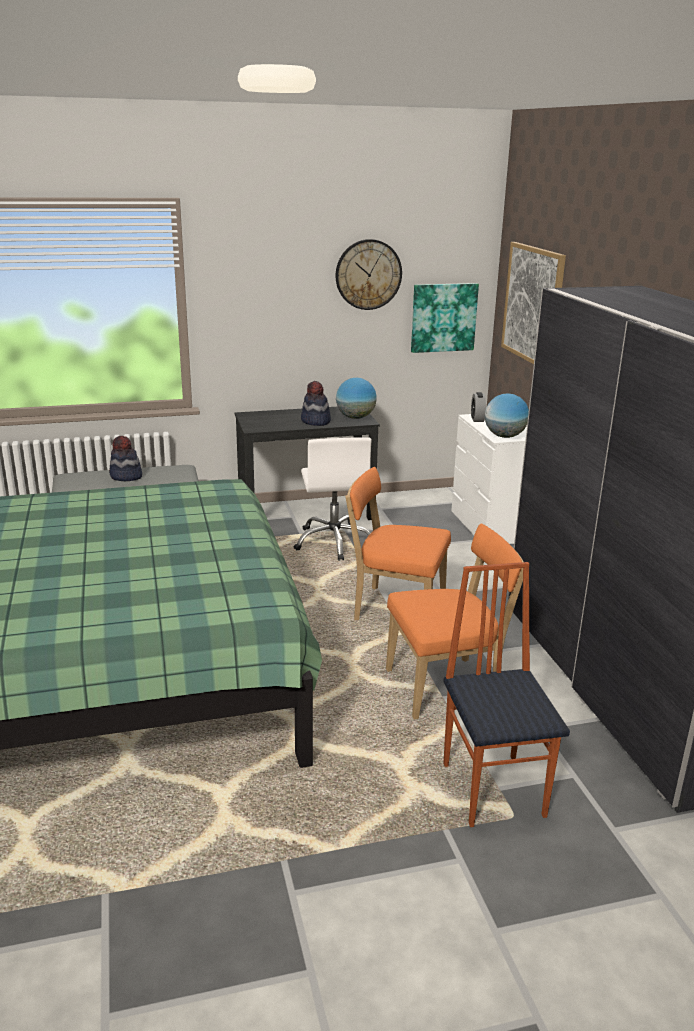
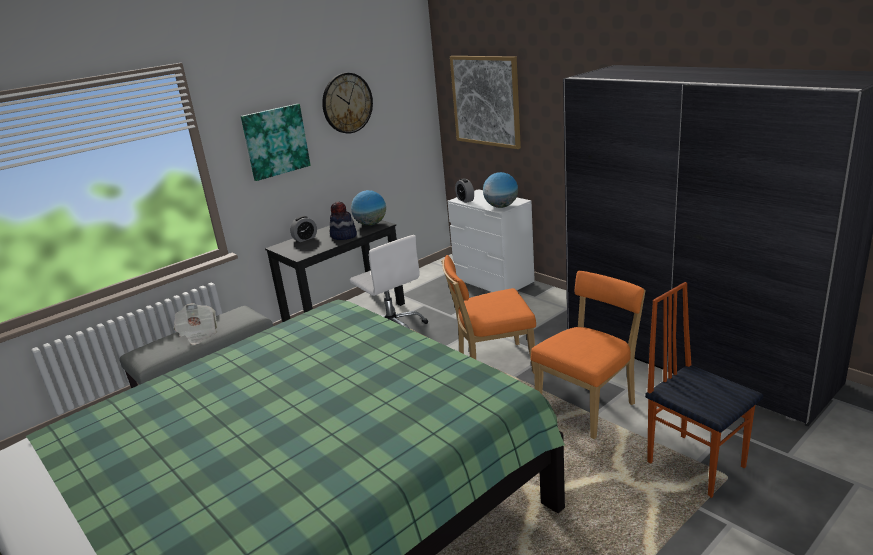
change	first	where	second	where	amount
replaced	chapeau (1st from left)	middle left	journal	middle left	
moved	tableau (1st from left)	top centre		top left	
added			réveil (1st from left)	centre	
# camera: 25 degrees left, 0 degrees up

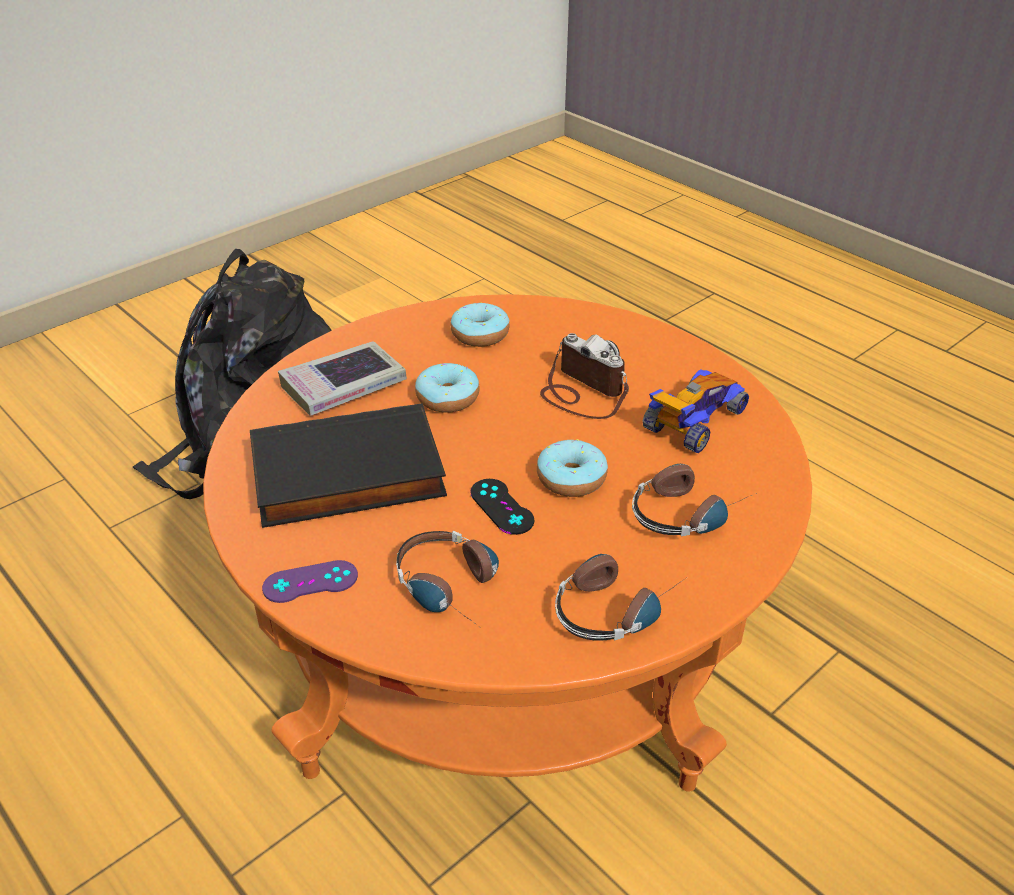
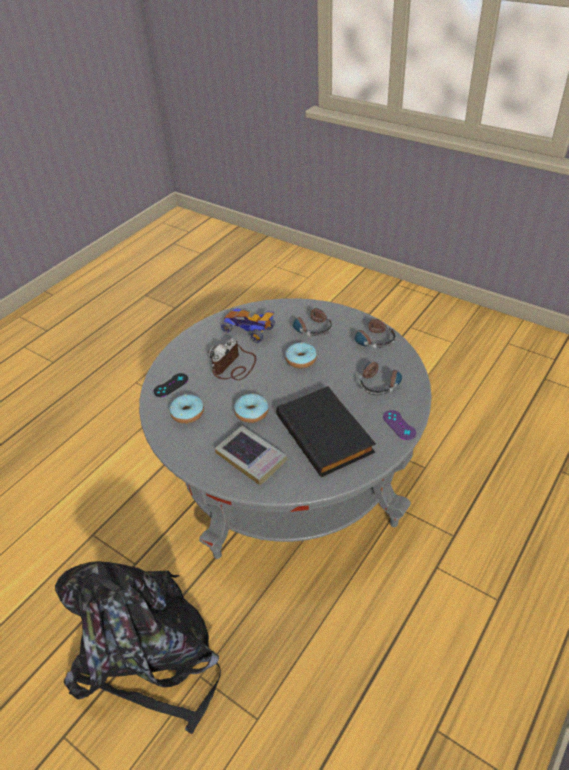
change	first	where	second	where	amount
recoloured	table basse [orange]	centre	table basse [gris]	centre	
moved	manette [noir]	centre		middle left	
# camera: 100 degrees left, 5 degrees up

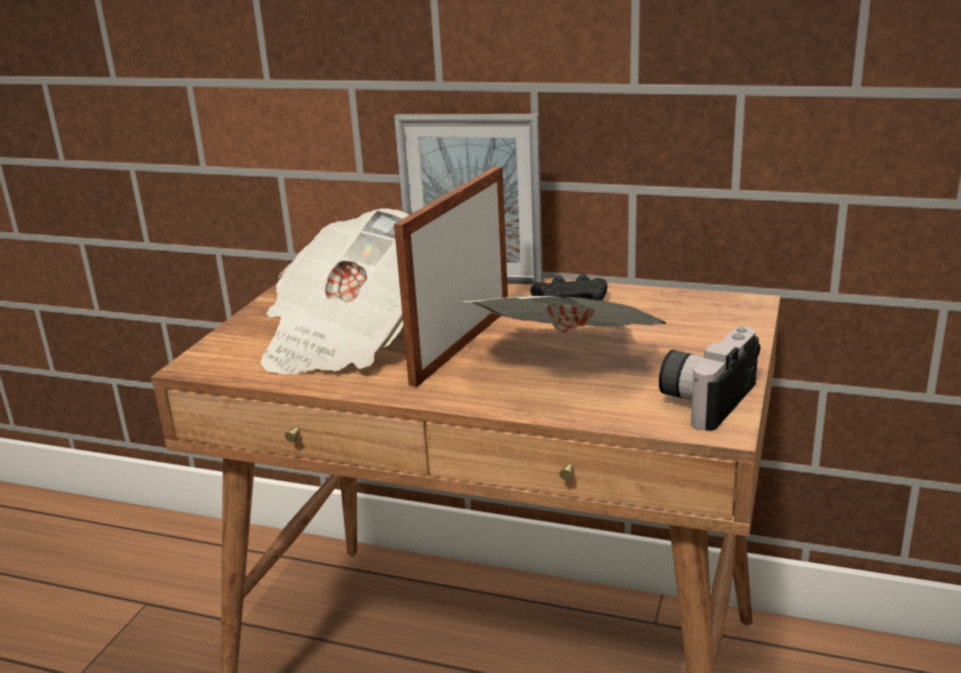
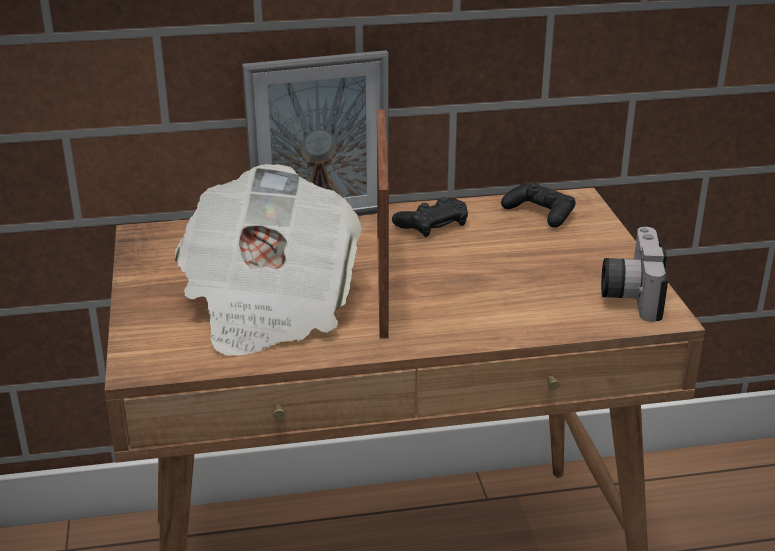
change	first	where	second	where	amount
removed	journal (2nd from left)	centre			
added			manette [noir] (2nd from left)	middle right	
# camera: 30 degrees left, 5 degrees up

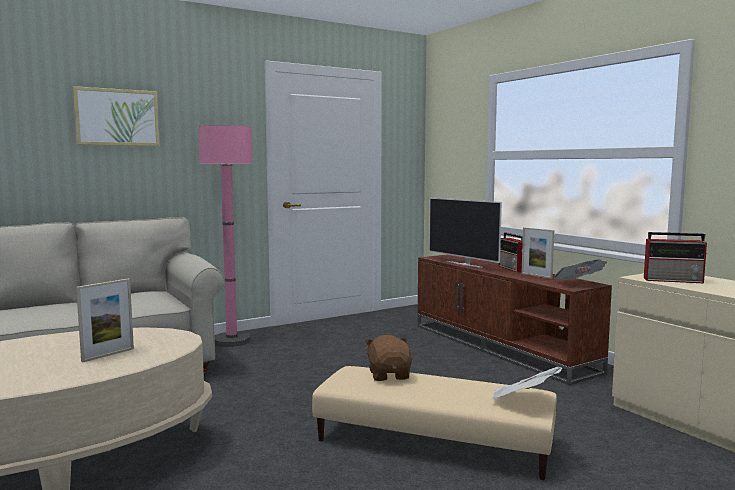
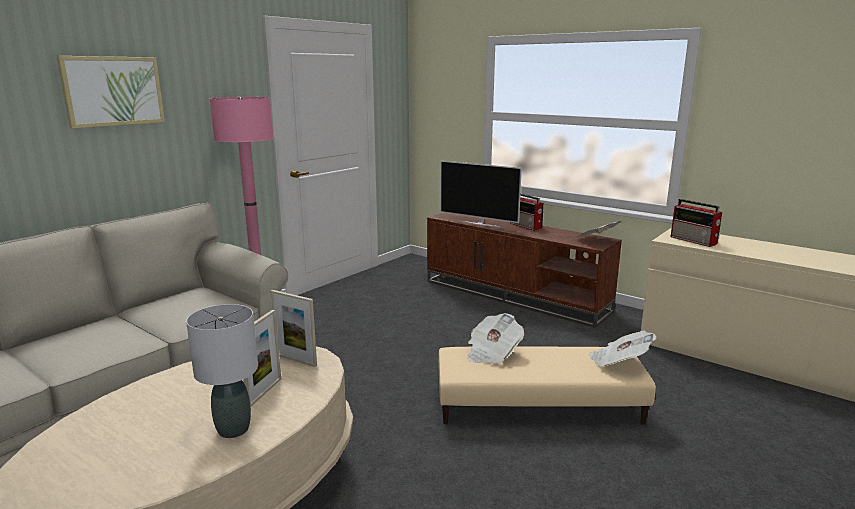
change	first	where	second	where	amount
replaced	peluche [marron]	bottom centre	journal (1st from left)	centre	
moved	cadre photo (2nd from left)	middle right		centre	
turned	radio (2nd from left)	middle right		middle right	60 degrees clockwise
added			lampe de table [gris]	bottom left	
# camera: 20 degrees left, 10 degrees up

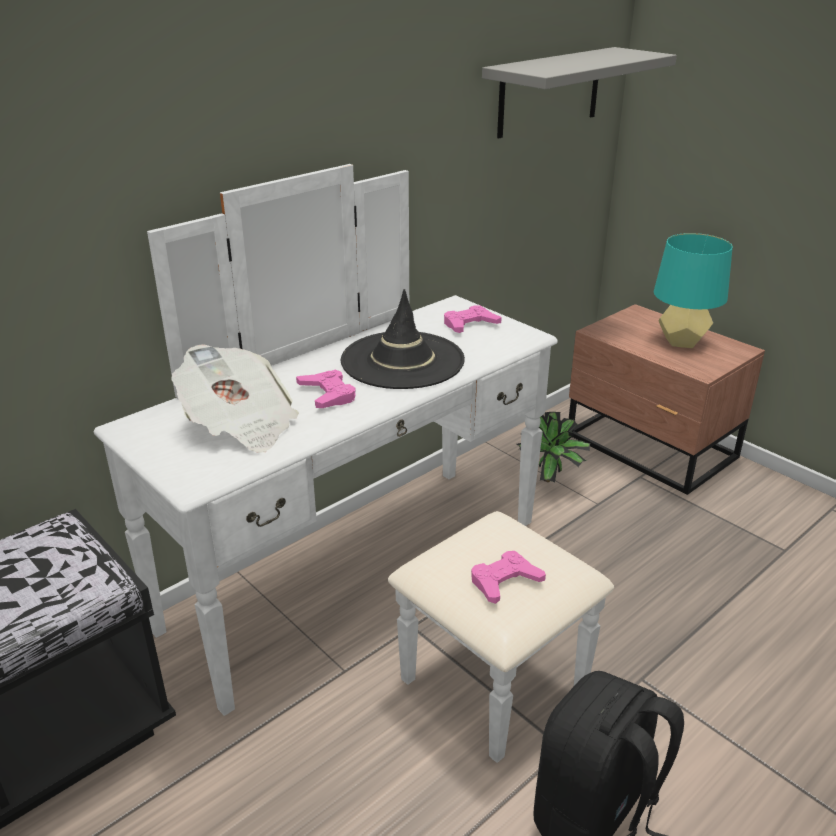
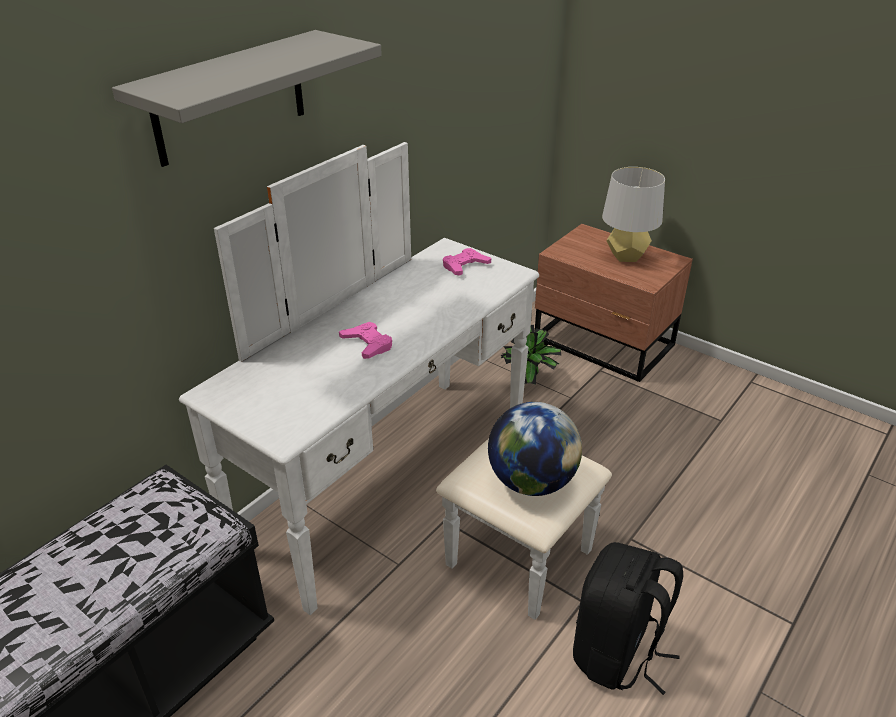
change	first	where	second	where	amount
removed	journal	middle left			
removed	chapeau [noir]	centre			
replaced	manette [rose] (3rd from left)	bottom centre	globe	centre	
moved	étagère [gris]	top right		top left	
recoloured	lampe de table [turquoise]	middle right	lampe de table [gris]	top right	
# camera: 10 degrees left, 5 degrees up

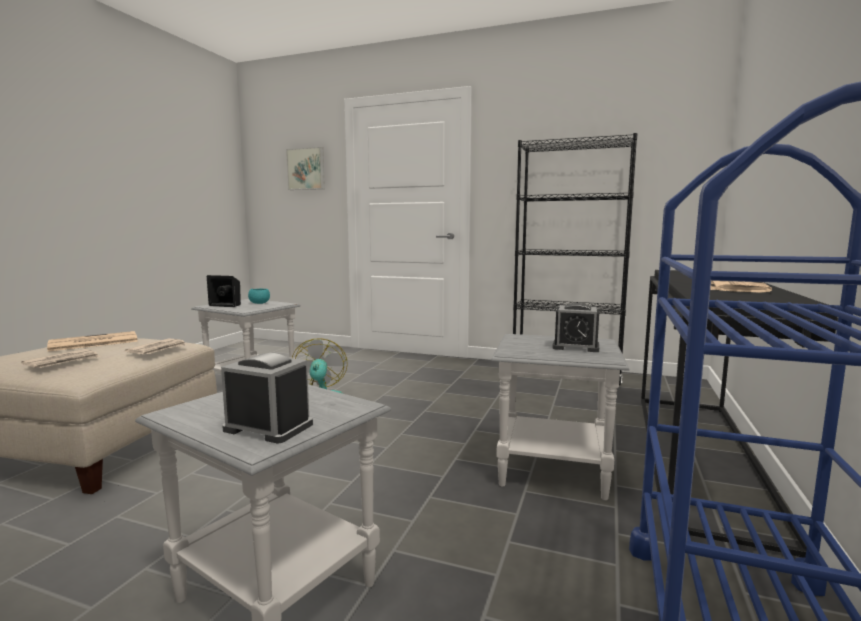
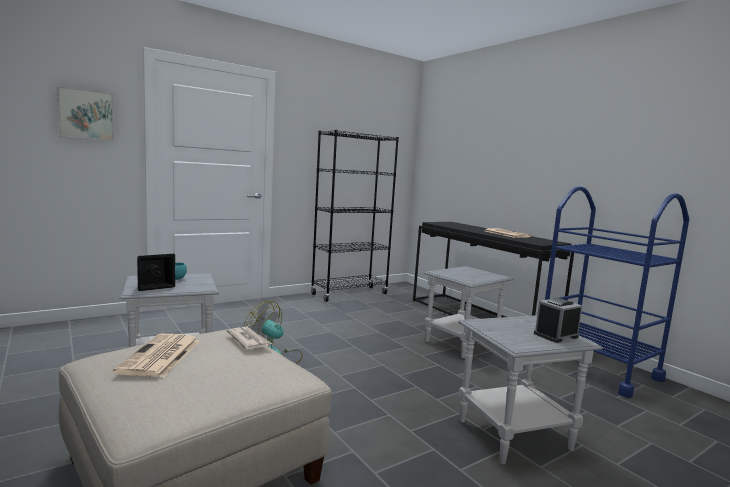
change	first	where	second	where	amount
removed	journal (1st from left)	middle left			
removed	réveil (2nd from left)	middle right			
# camera: 55 degrees left, 0 degrees up

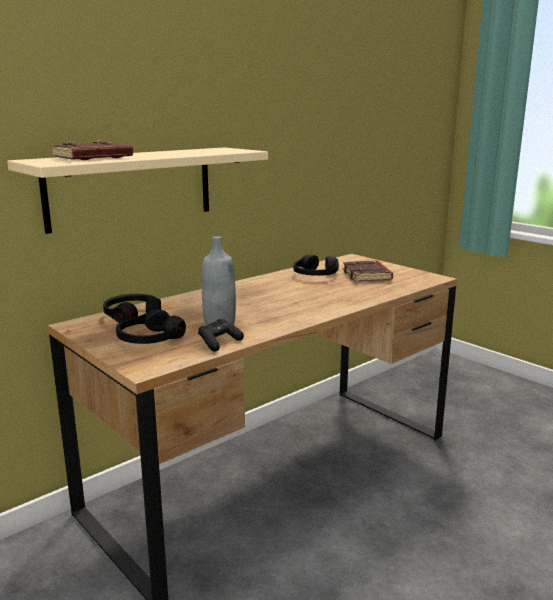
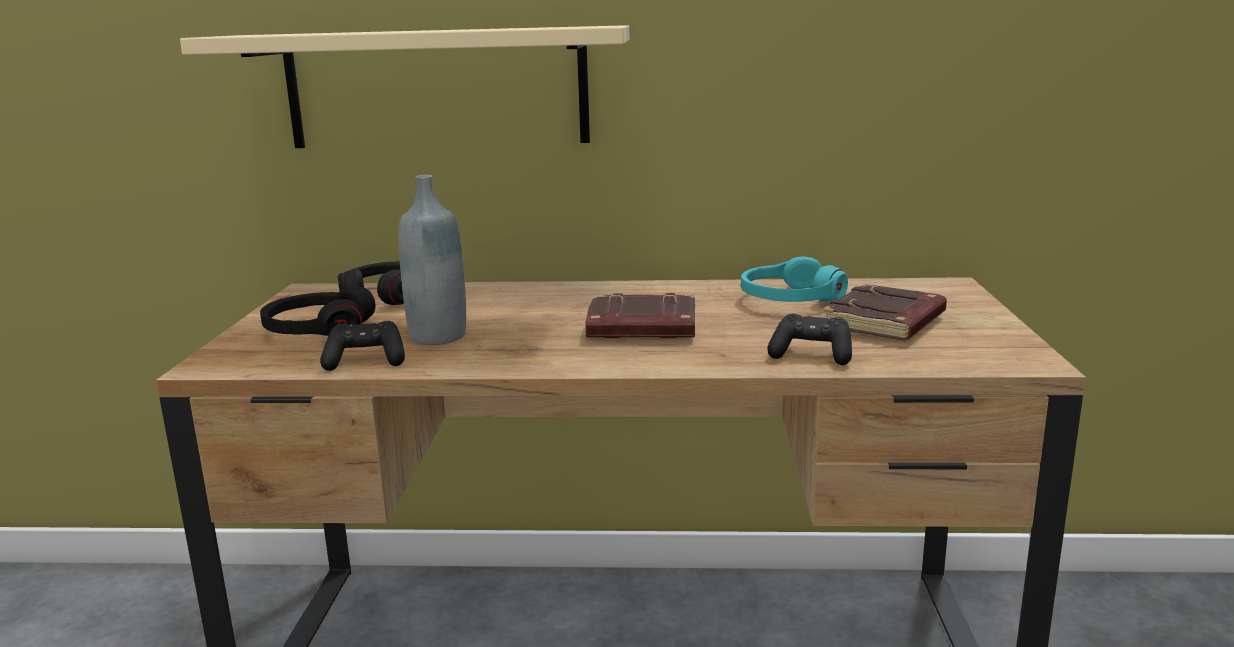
change	first	where	second	where	amount
moved	livre [marron] (1st from left)	top left		centre	
recoloured	casque audio [noir] (3rd from left)	centre	casque audio [turquoise]	centre	
added			manette [noir] (2nd from left)	centre	
# camera: 45 degrees right, 0 degrees up

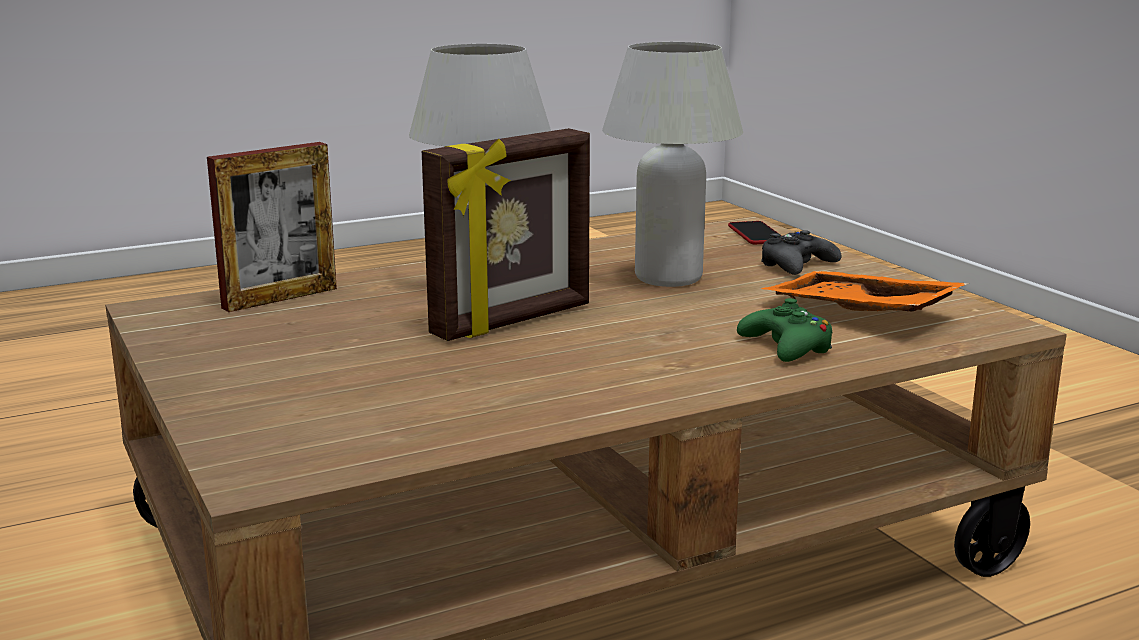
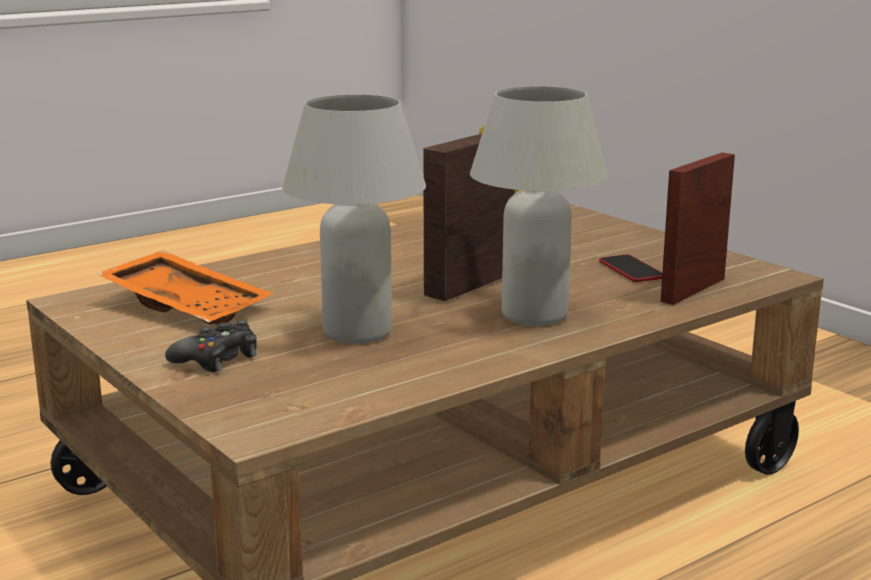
change	first	where	second	where	amount
moved	téléphone	centre		middle right	
removed	manette [vert]	middle right			
# camera: 170 degrees right, 0 degrees up

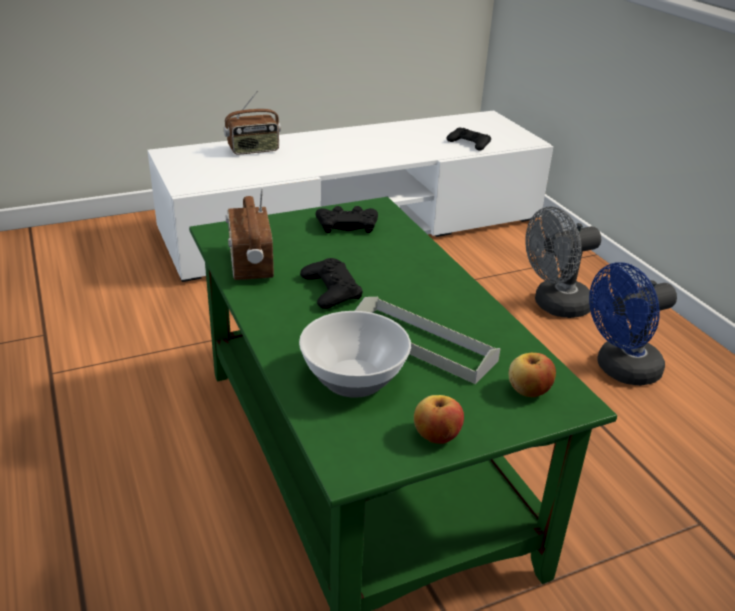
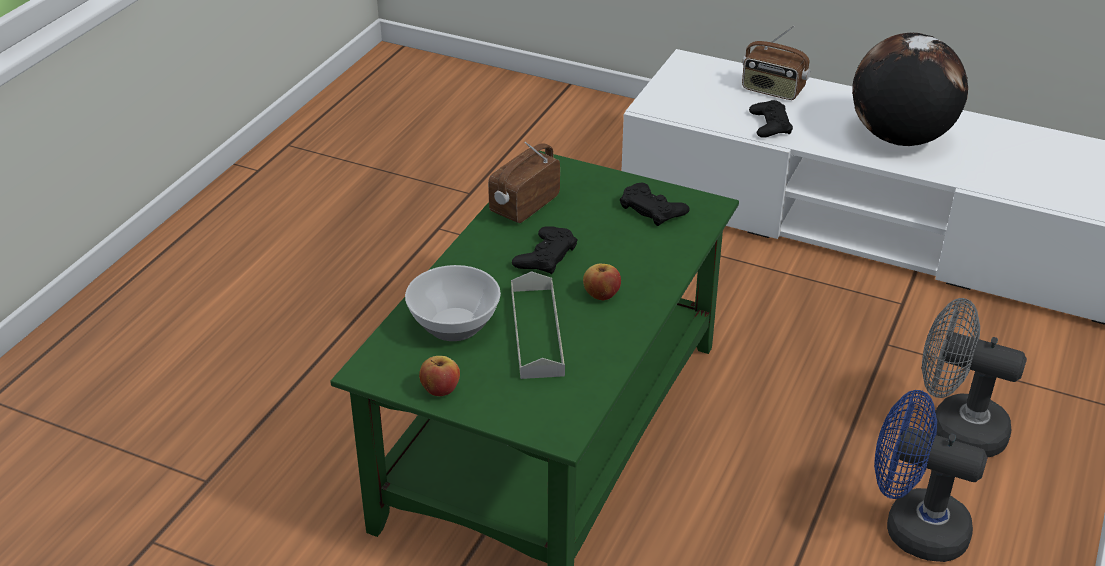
change	first	where	second	where	amount
moved	manette [noir] (3rd from left)	top centre		top right	
moved	pomme (2nd from left)	middle right		centre	
added			globe	top right	
# camera: 50 degrees right, 5 degrees up

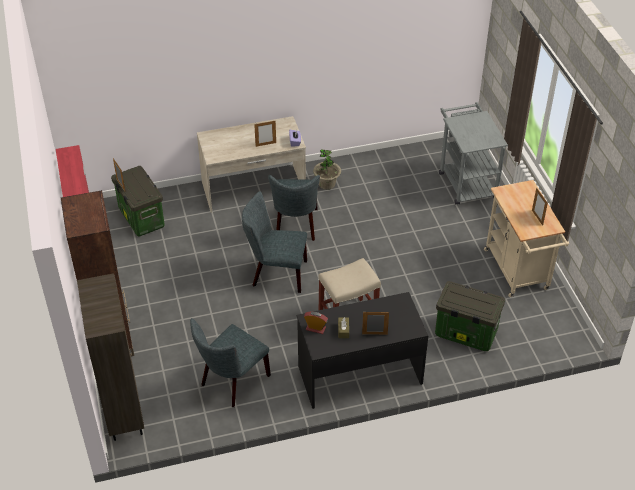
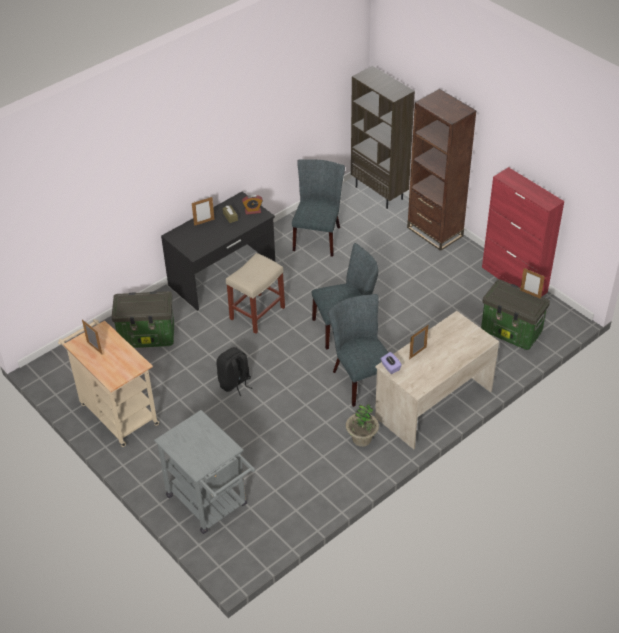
change	first	where	second	where	amount
added			sac à dos [noir]	centre	
# camera: 155 degrees right, 0 degrees up

